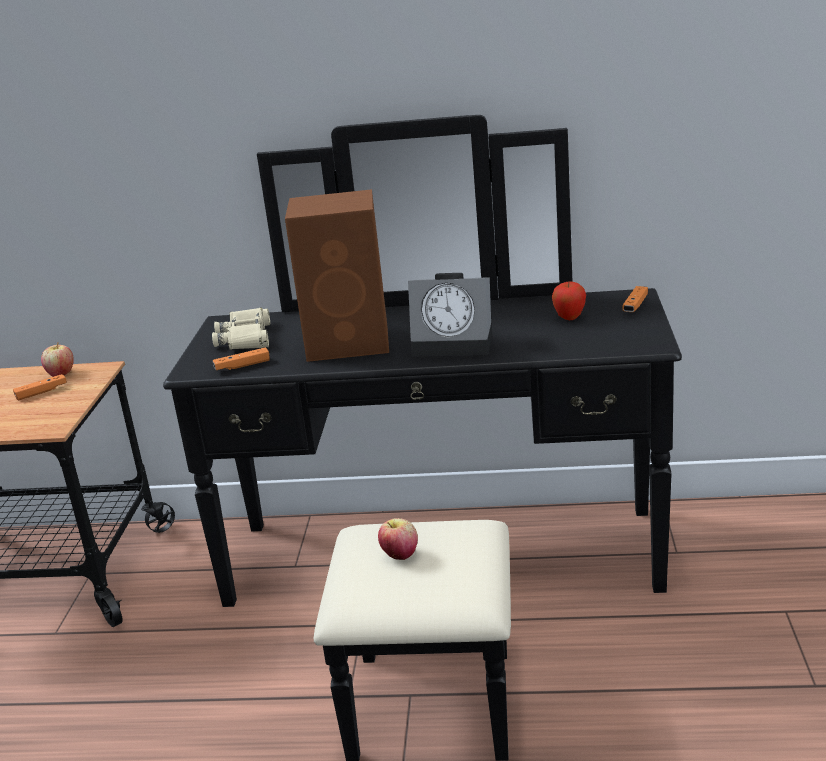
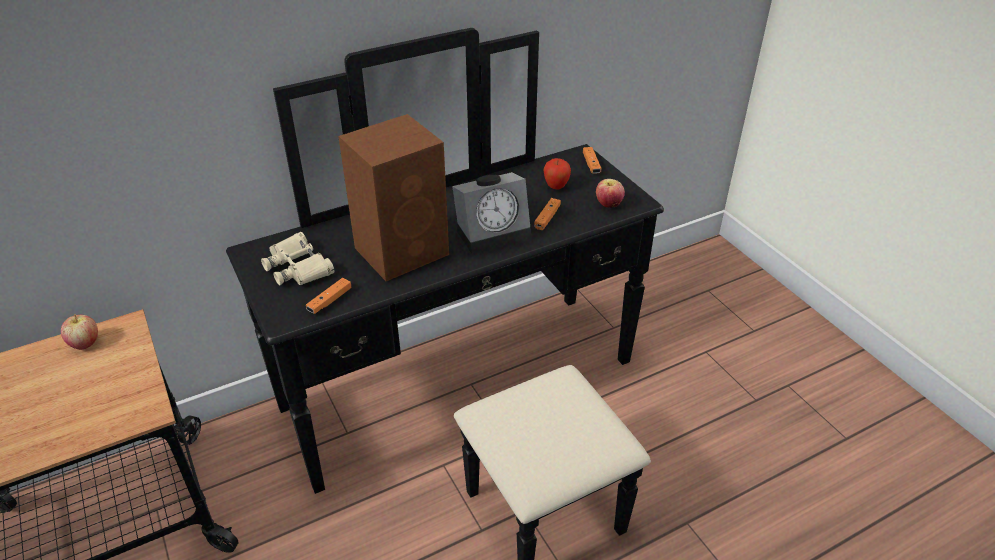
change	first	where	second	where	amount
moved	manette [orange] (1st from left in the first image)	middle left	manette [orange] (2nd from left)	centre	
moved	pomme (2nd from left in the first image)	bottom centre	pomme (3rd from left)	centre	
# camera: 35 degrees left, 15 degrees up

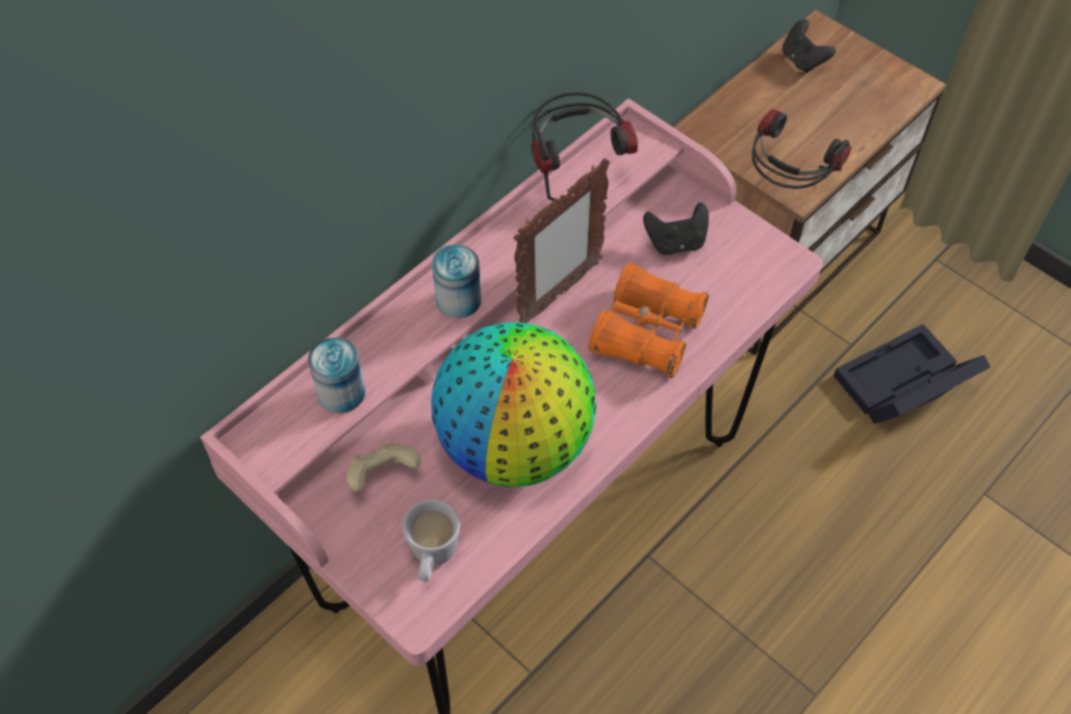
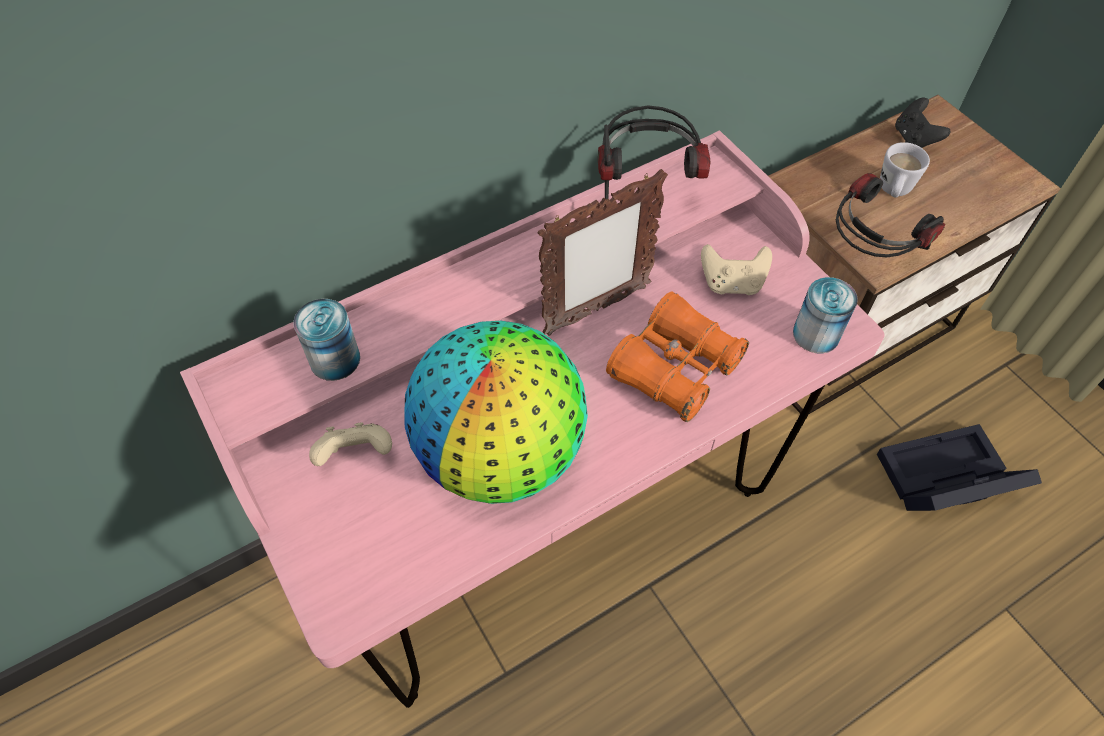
change	first	where	second	where	amount
moved	mug [blanc]	bottom centre		top right	
moved	boîte métallique (2nd from left)	centre		middle right	
recoloured	manette [noir] (1st from left)	top centre	manette [beige] (2nd from left)	middle right	
# camera: 15 degrees right, 0 degrees up

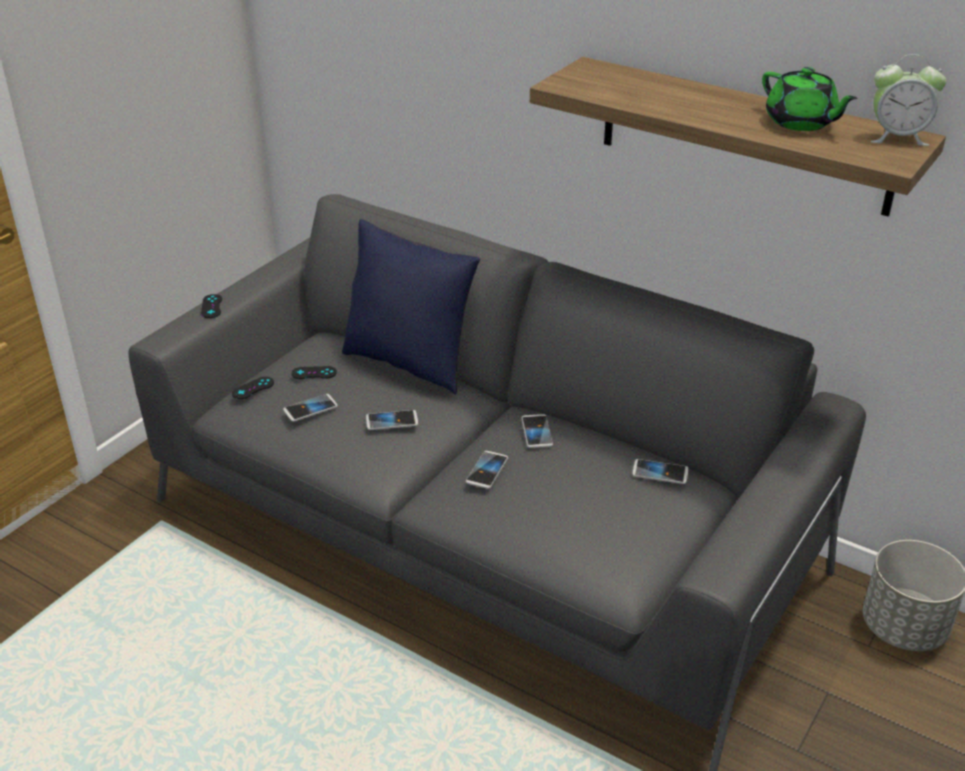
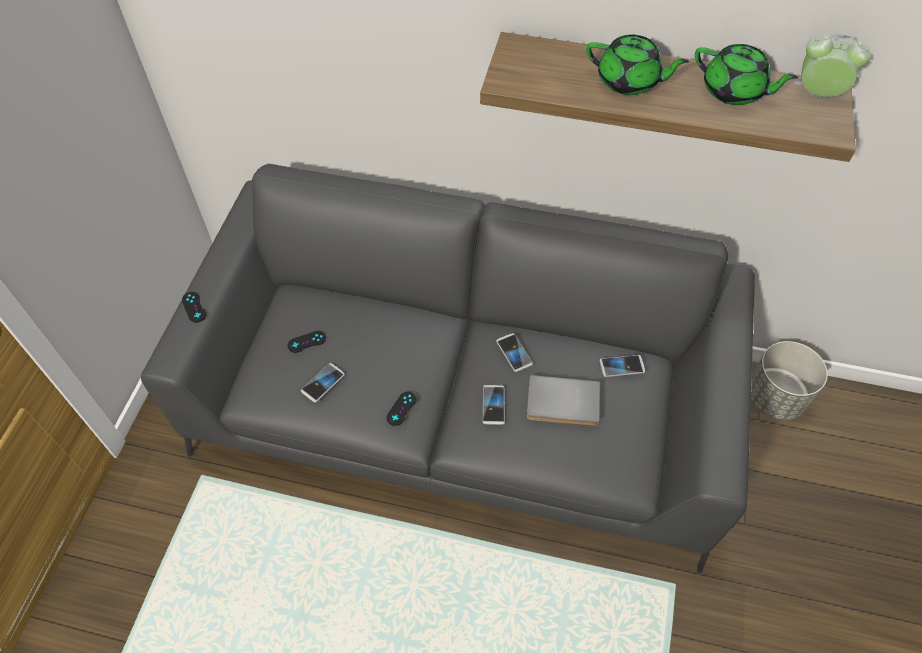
change	first	where	second	where	amount
moved	manette [noir] (2nd from left in the first image)	middle left	manette [noir] (3rd from left)	centre	
removed	coussin [bleu]	centre			
removed	téléphone (2nd from left)	centre			
turned	réveil	top right		top right	150 degrees counterclockwise
added			livre [gris]	centre	
added			théière [vert] (1st from left)	top right	
# camera: 20 degrees left, 20 degrees up

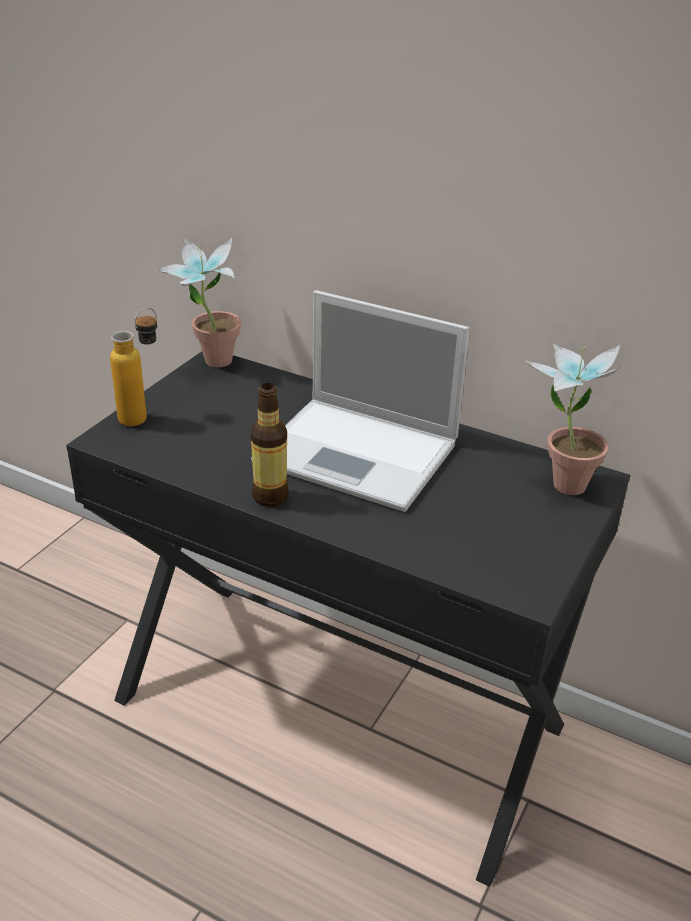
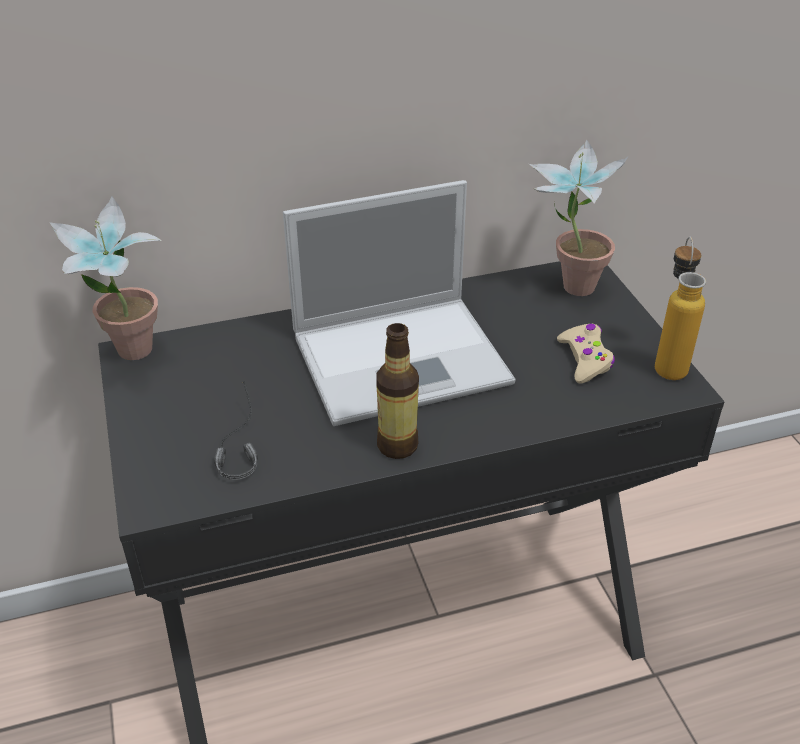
change	first	where	second	where	amount
moved	bouteille (1st from left in the first image)	middle left	bouteille (2nd from left)	middle right	
added			casque audio	middle left	
added			manette [beige]	middle right	
# camera: 45 degrees left, 5 degrees up

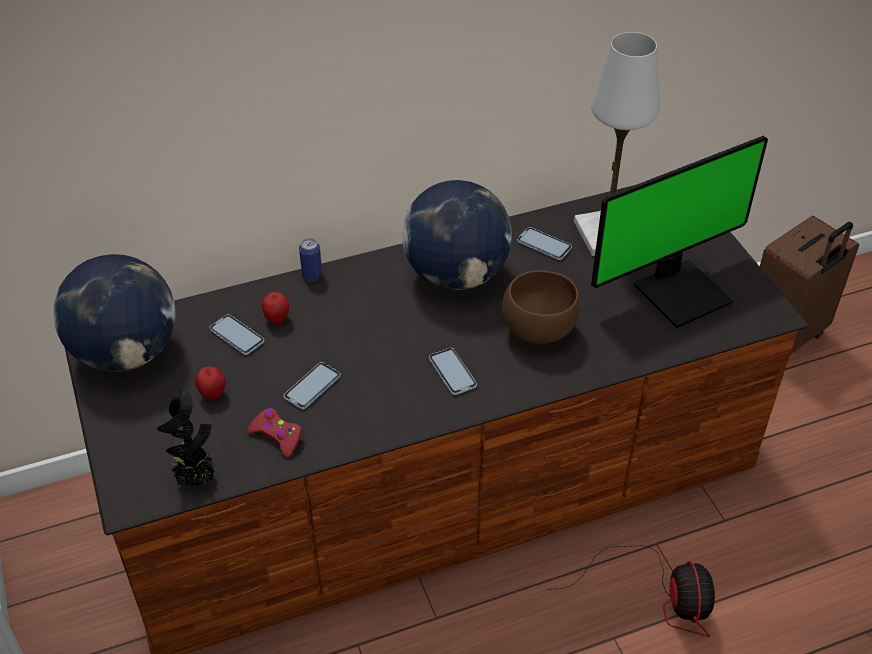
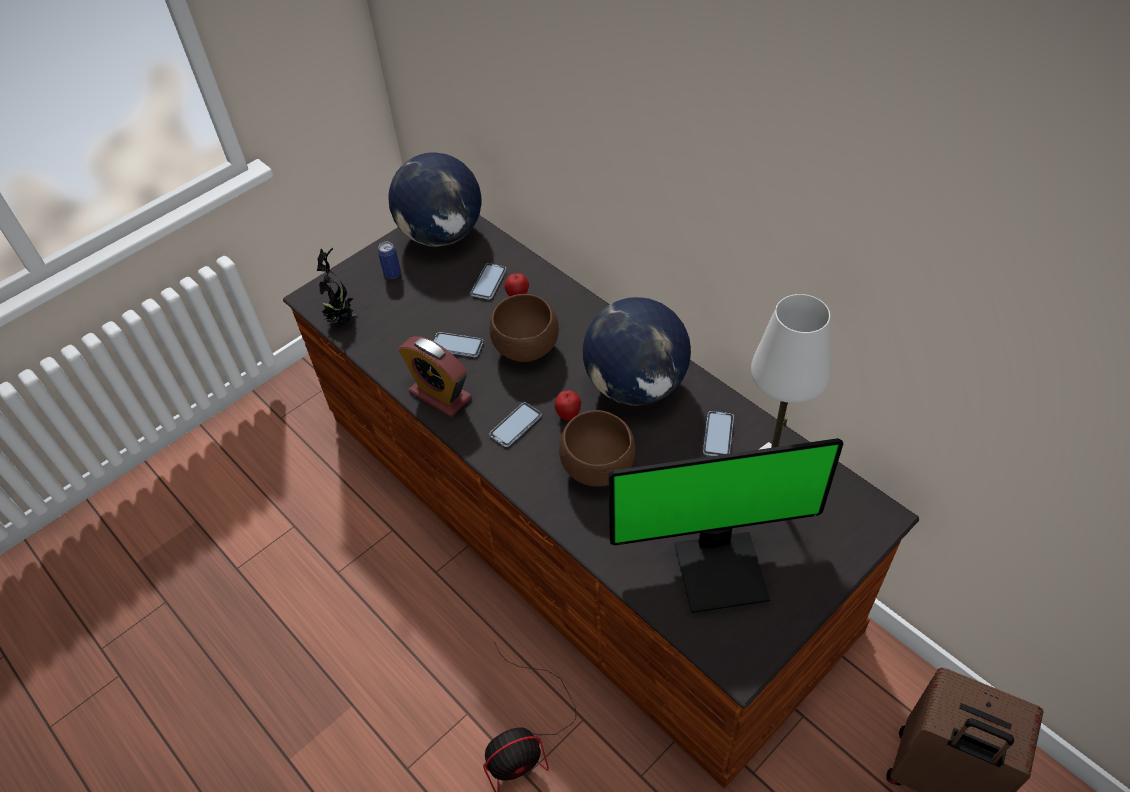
change	first	where	second	where	amount
moved	pomme (1st from left in the first image)	middle left	pomme (2nd from left)	centre	
removed	manette [rouge]	middle left			
moved	boîte métallique	centre		top centre	
turned	écran d'ordinateur	middle right		centre	45 degrees counterclockwise
added			réveil	centre	
added			bol [marron] (1st from left)	centre	
# camera: 70 degrees right, 5 degrees up

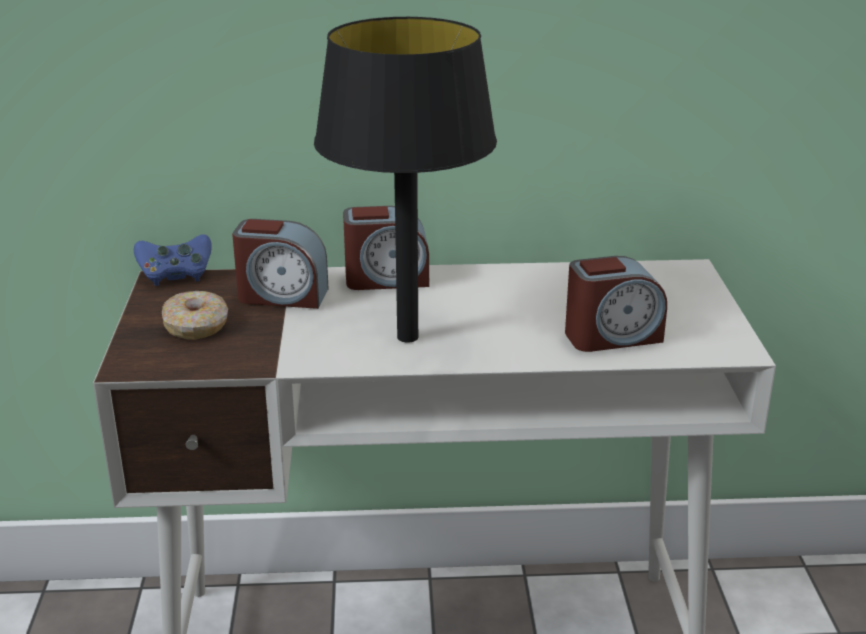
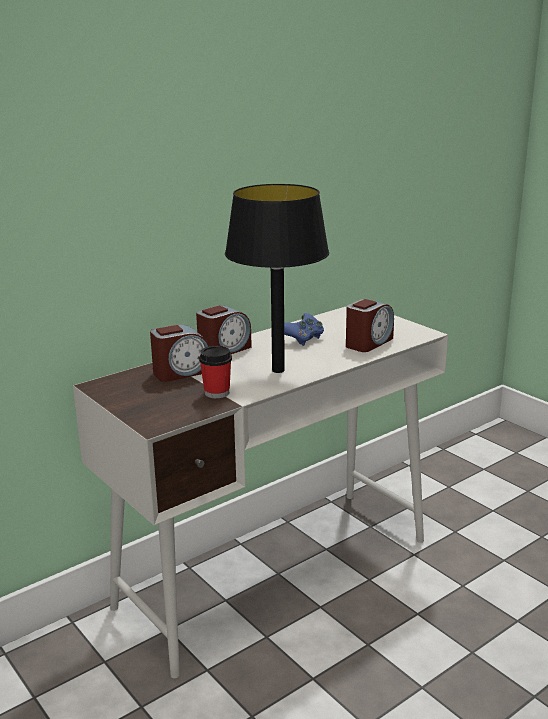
change	first	where	second	where	amount
moved	manette [bleu]	middle left		centre	
removed	beignet	middle left			
added			tasse	centre	
# camera: 35 degrees left, 5 degrees down

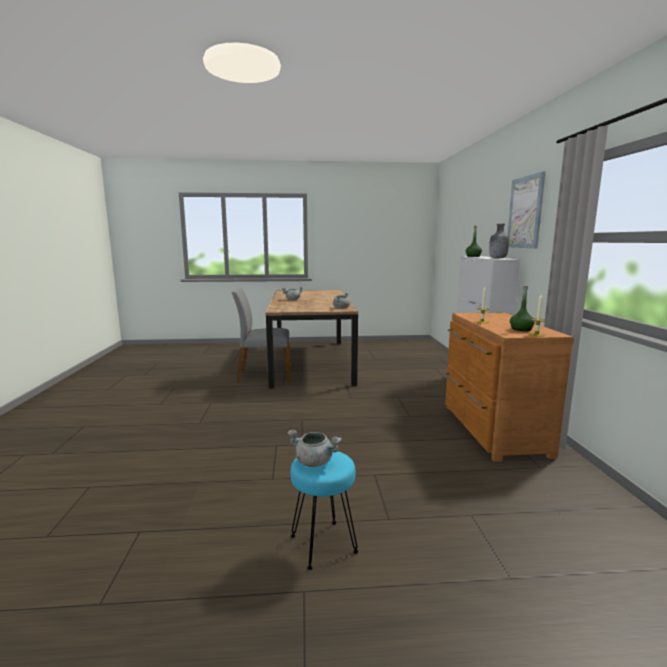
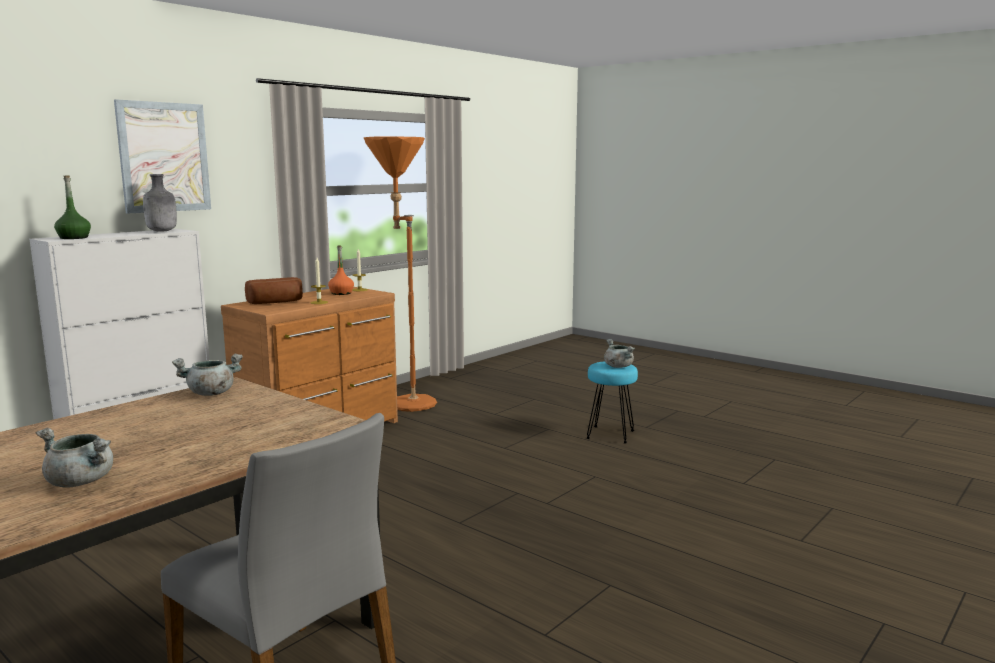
change	first	where	second	where	amount
recoloured	bouteille [vert] (2nd from left)	middle right	bouteille [orange]	centre	
added			pain	middle left	
added			lampadaire [orange]	centre	
# camera: 135 degrees left, 0 degrees up

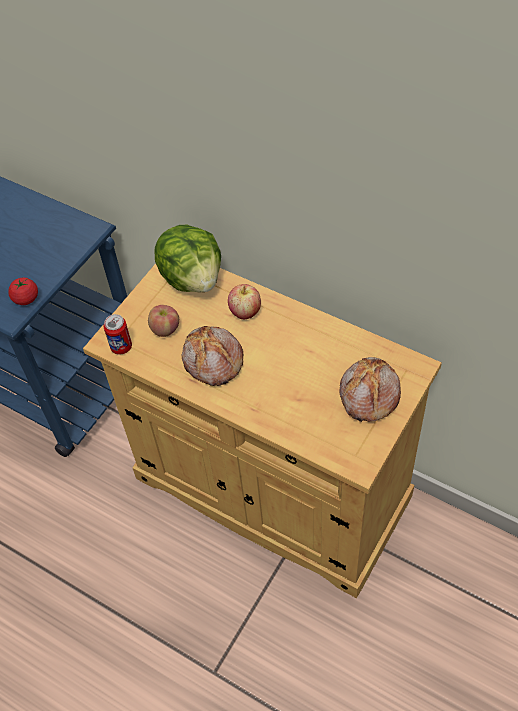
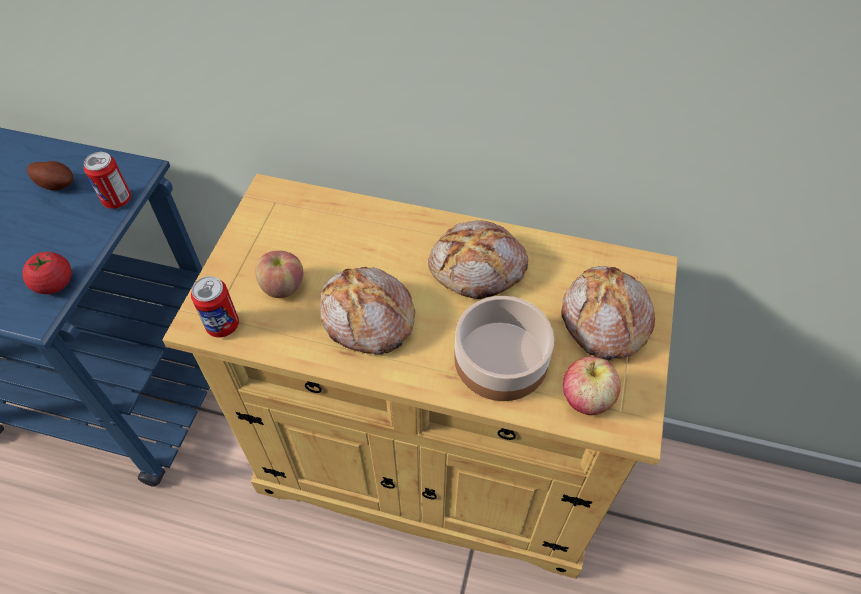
change	first	where	second	where	amount
removed	laitue	centre			
moved	pomme (2nd from left)	centre		middle right	
added			pomme de terre	top left	
added			boîte métallique (1st from left)	top left	
added			pain (2nd from left)	centre	
added			bol	centre	
# camera: 20 degrees left, 0 degrees up

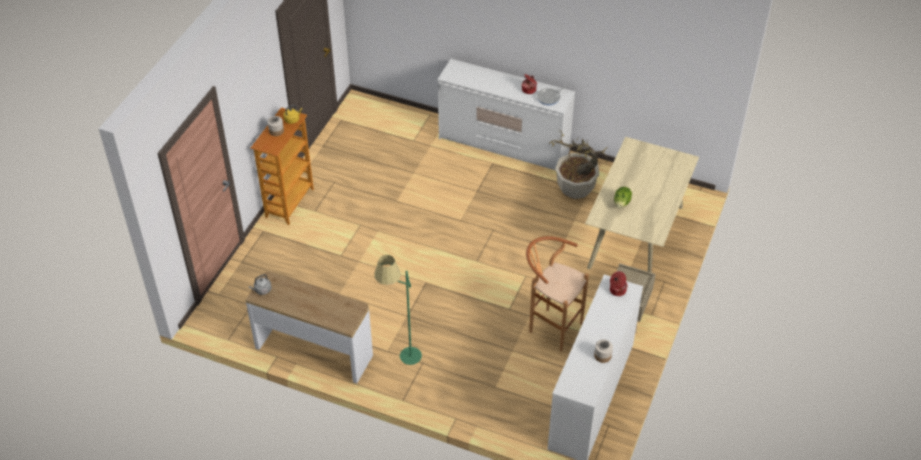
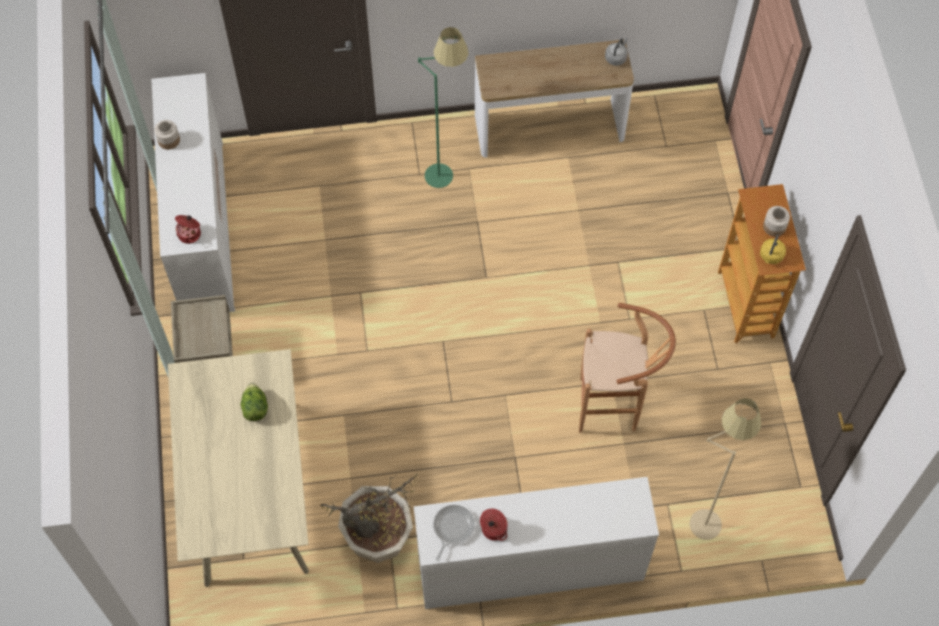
change	first	where	second	where	amount
moved	tabouret [marron]	centre		middle right	
added			lampadaire [beige]	bottom right	
# camera: 150 degrees right, 15 degrees up

